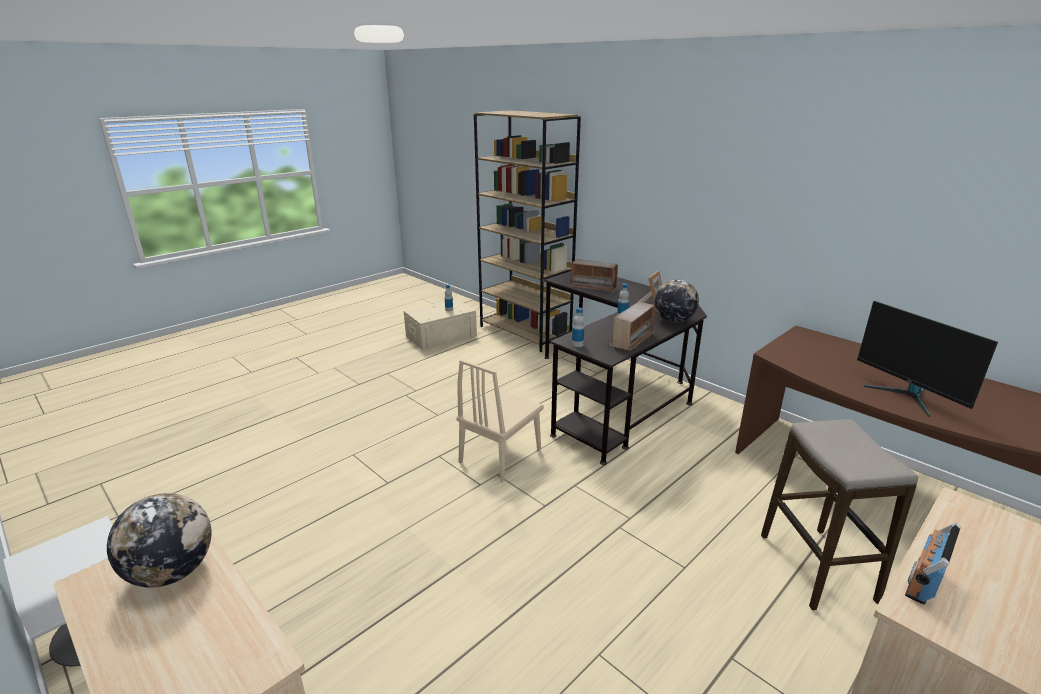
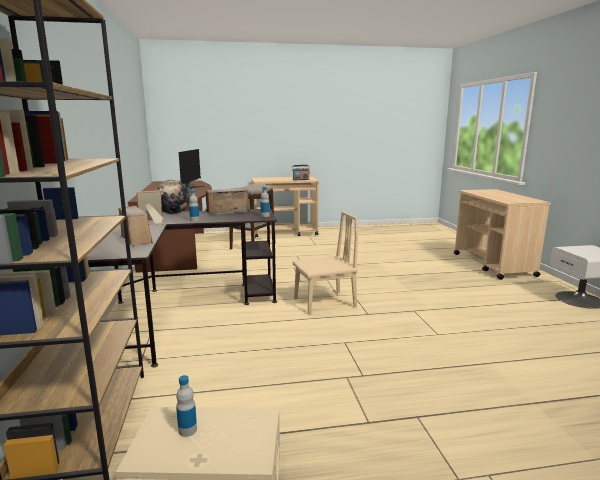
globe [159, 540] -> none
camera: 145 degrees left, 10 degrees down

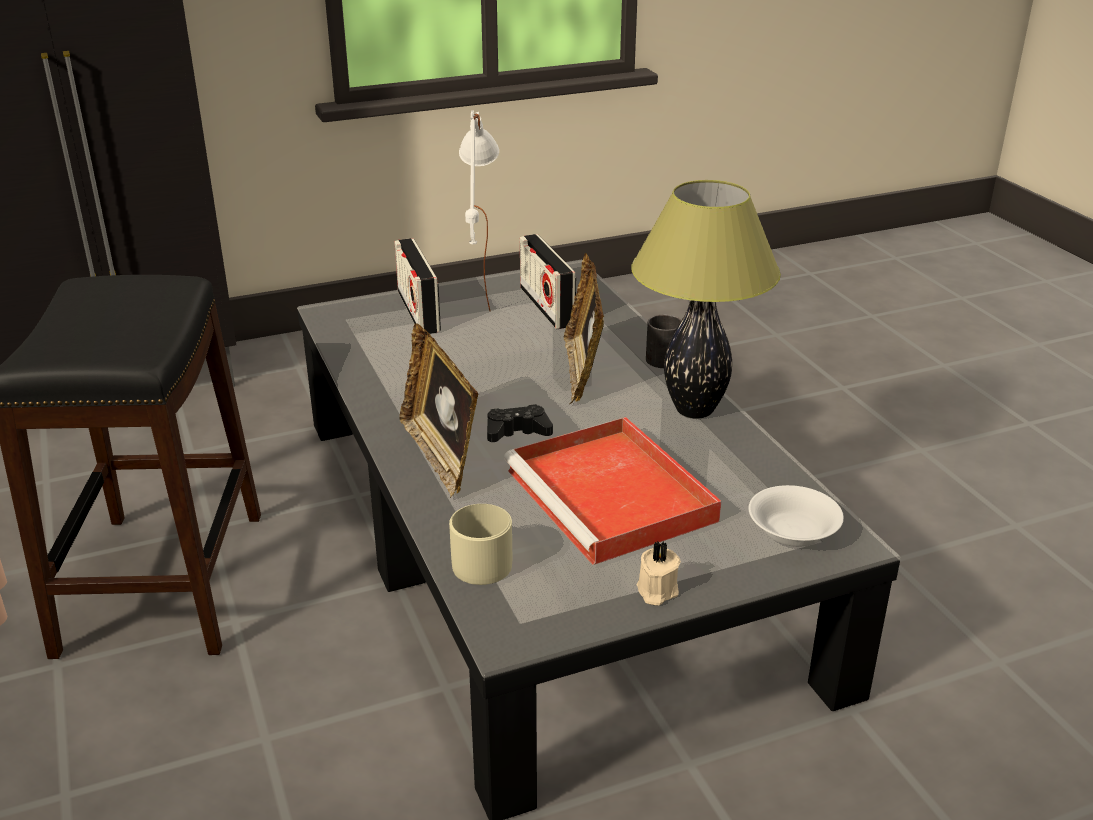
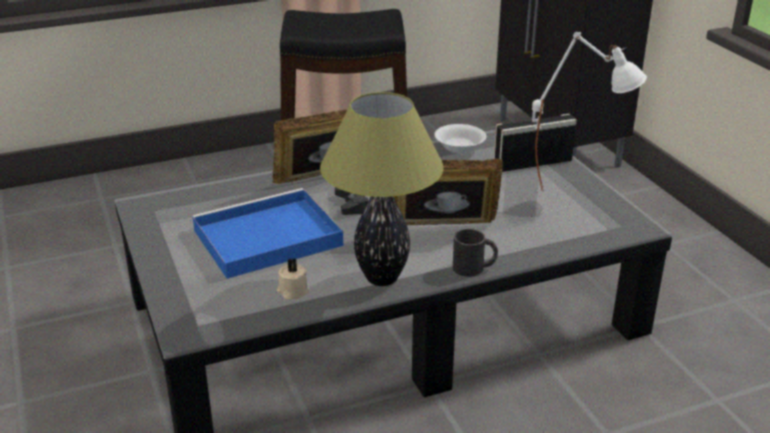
beige mug [480, 544] -> none
radio [548, 281] -> none
beige candle [659, 573] -> beige candle [293, 279], relocated
white bowl [796, 516] -> white bowl [460, 139], relocated
red tray [612, 491] -> blue tray [268, 233]
camera: 90 degrees right, 0 degrees up

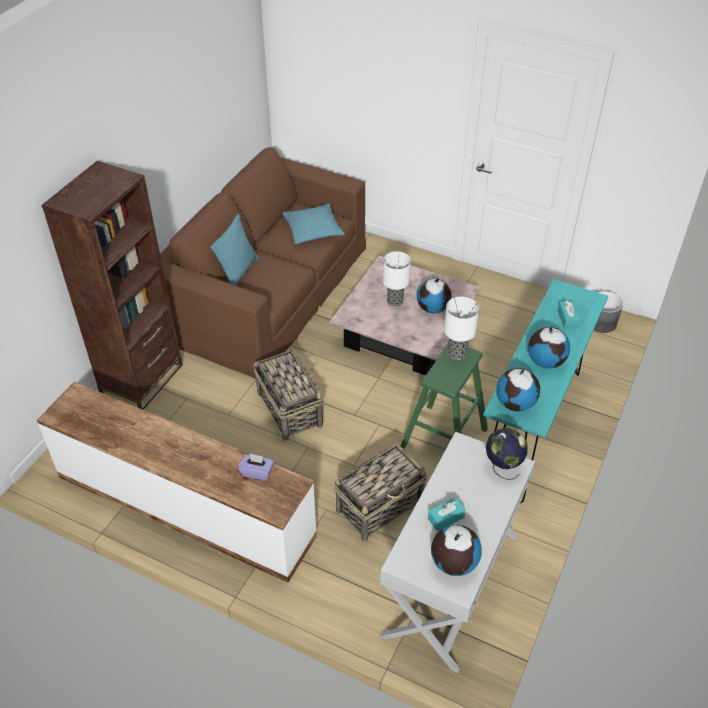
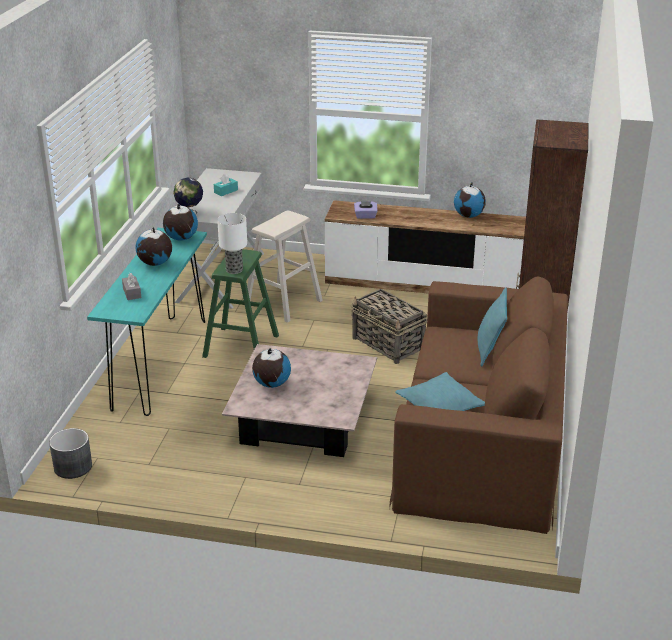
table lamp [397, 279] -> none
globe [456, 550] -> globe [470, 200], relocated
basket [380, 492] -> beige stool [285, 266]
turquoise tissue box [569, 315] -> grey tissue box [131, 286]
camera: 165 degrees right, 15 degrees down

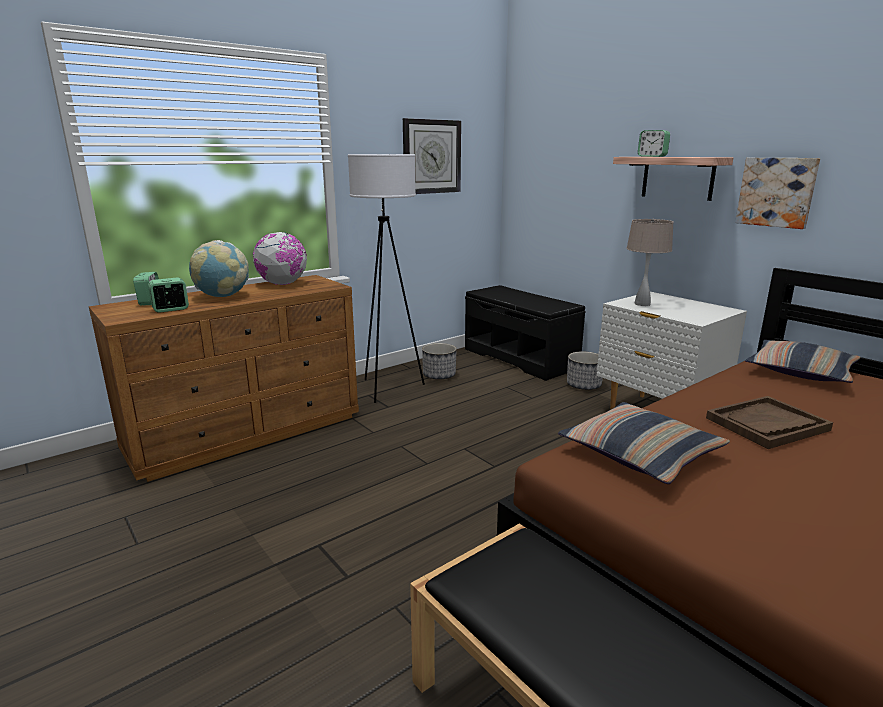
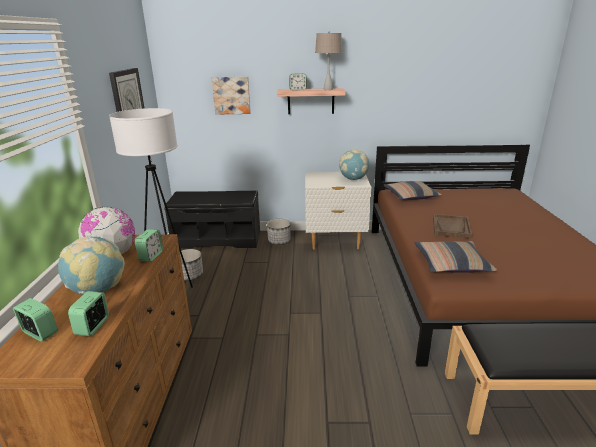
none -> alarm clock [149, 245]
none -> globe [354, 164]
beige table lamp [650, 262] -> beige table lamp [328, 61], relocated
picture [777, 193] -> picture [231, 95], relocated
camera: 50 degrees left, 5 degrees up

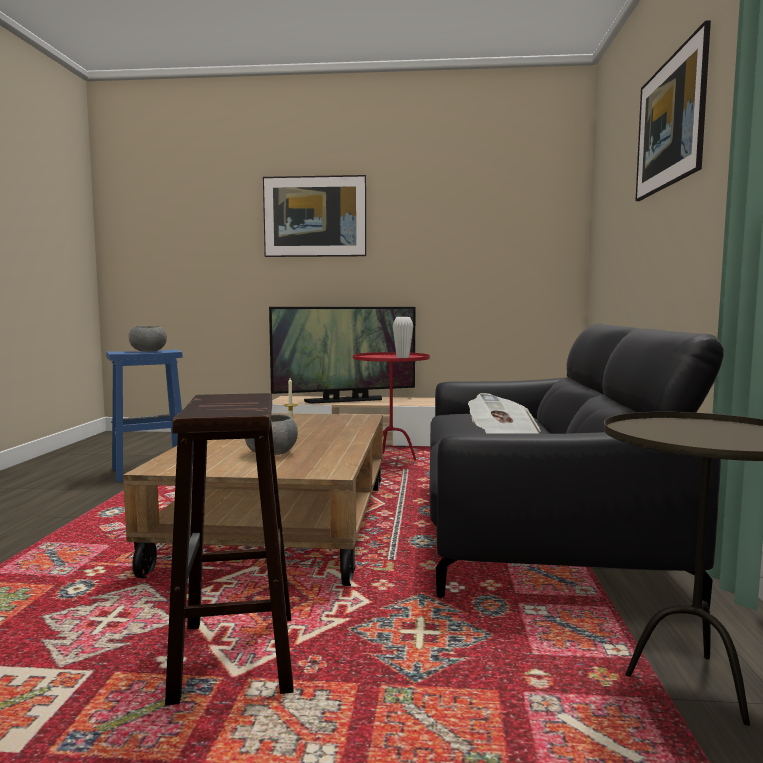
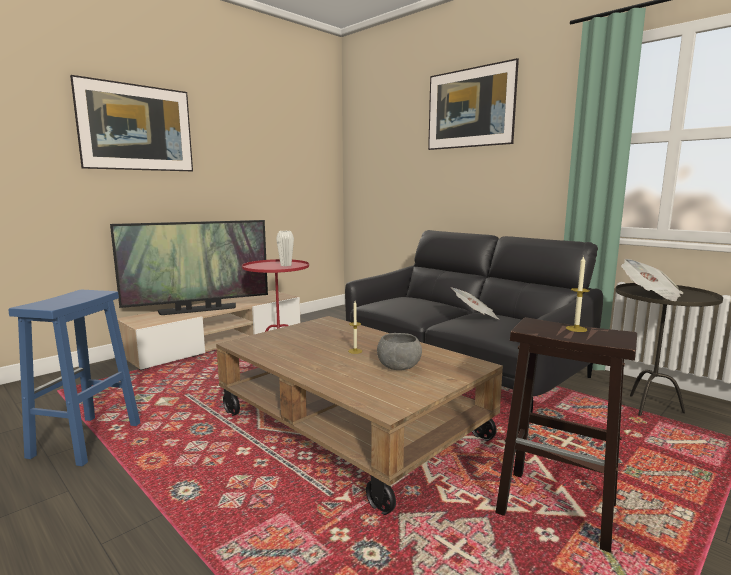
grey bowl [147, 339] -> none
none -> candle [578, 294]
none -> newspaper [652, 280]
television [342, 355] -> television [189, 267], 45 degrees clockwise
camera: 50 degrees left, 5 degrees up

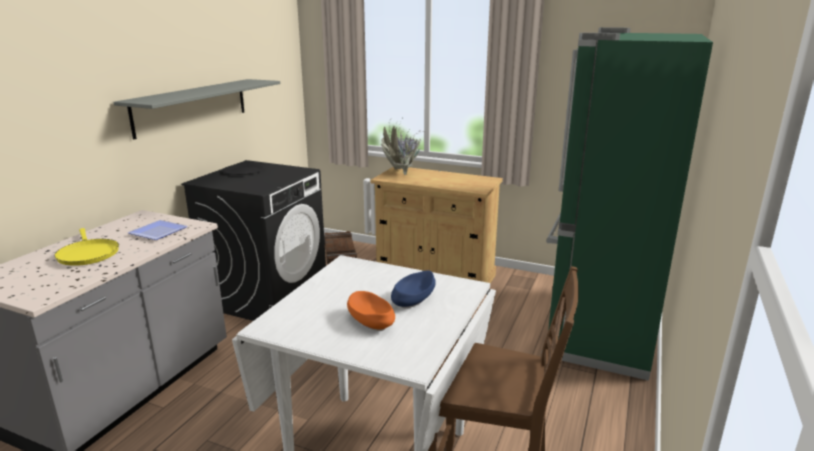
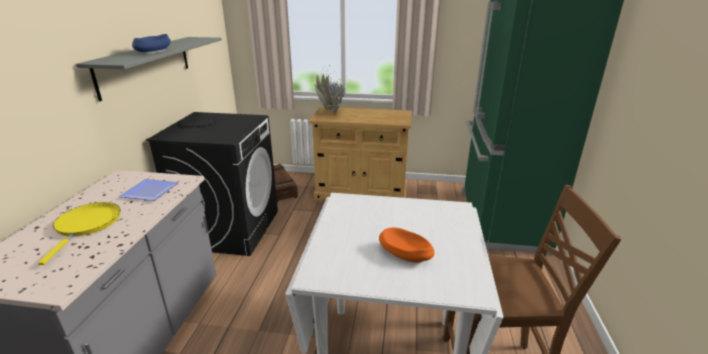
blue bowl [413, 289] -> blue bowl [151, 44], relocated
yellow frying pan [86, 247] -> yellow frying pan [79, 233], 135 degrees counterclockwise
camera: 15 degrees left, 5 degrees up

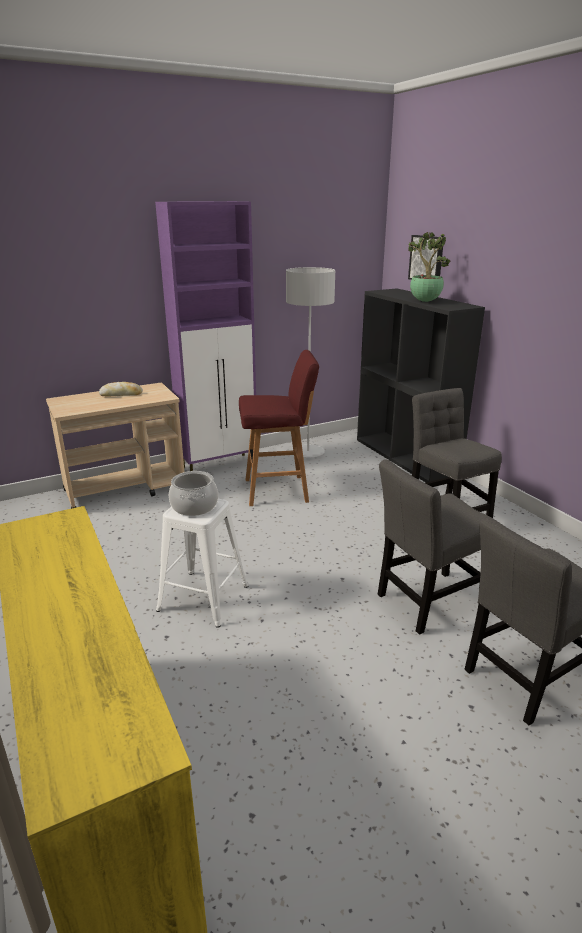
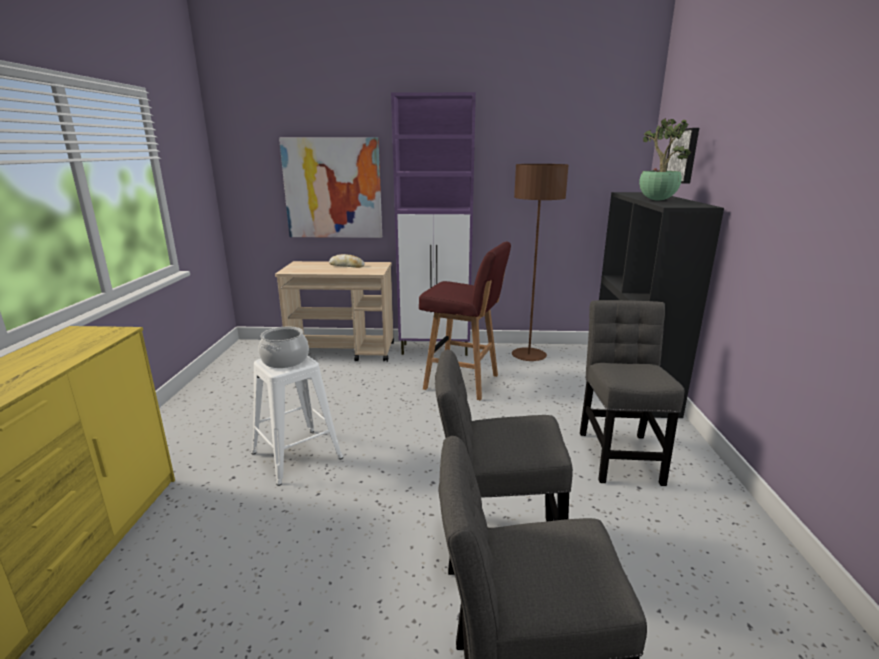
none -> picture [330, 188]
grey floor lamp [310, 362] -> brown floor lamp [540, 262]
camera: 30 degrees right, 5 degrees down

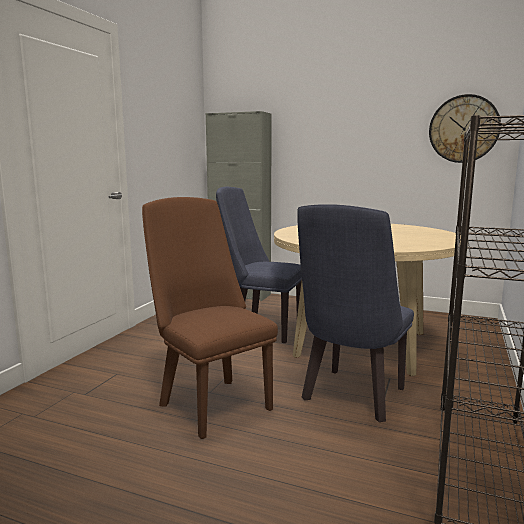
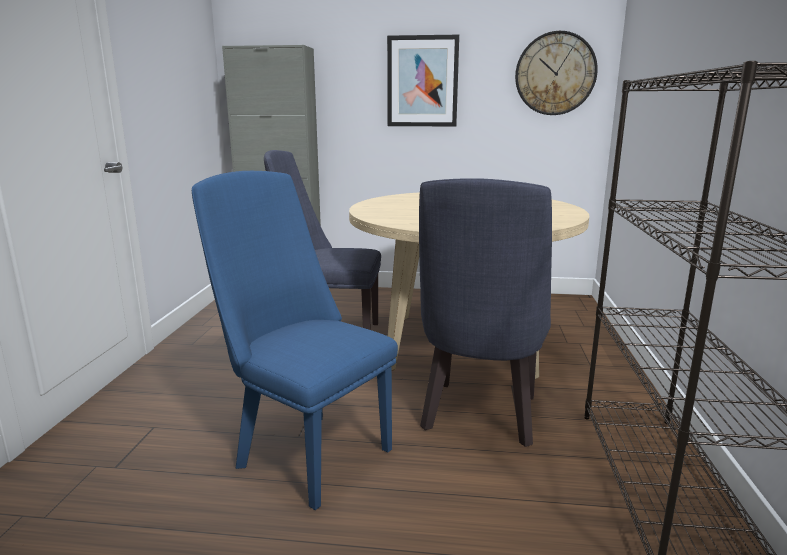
none -> picture [423, 80]
brown chair [210, 318] -> blue chair [295, 340]
camera: 15 degrees left, 5 degrees up

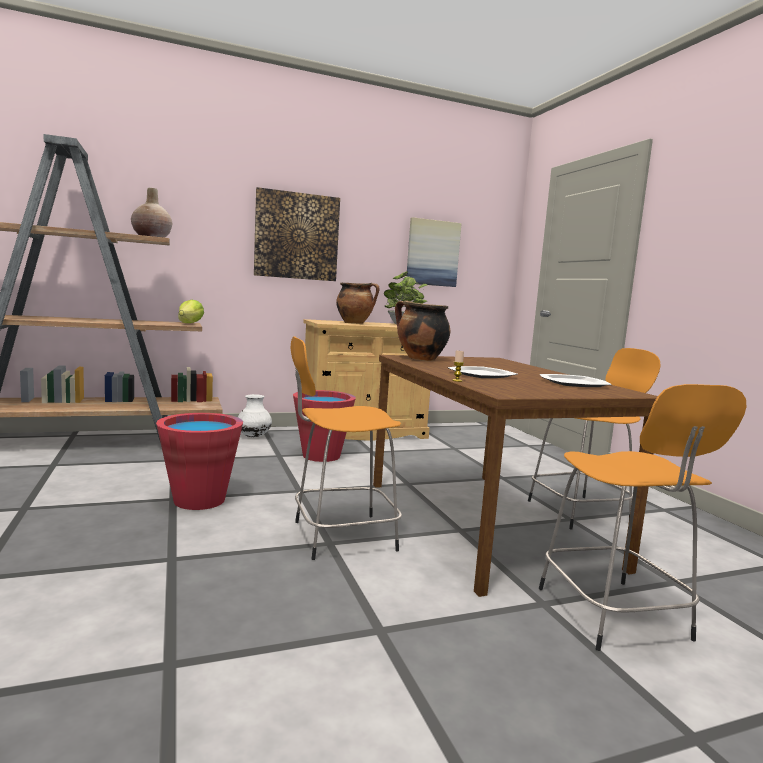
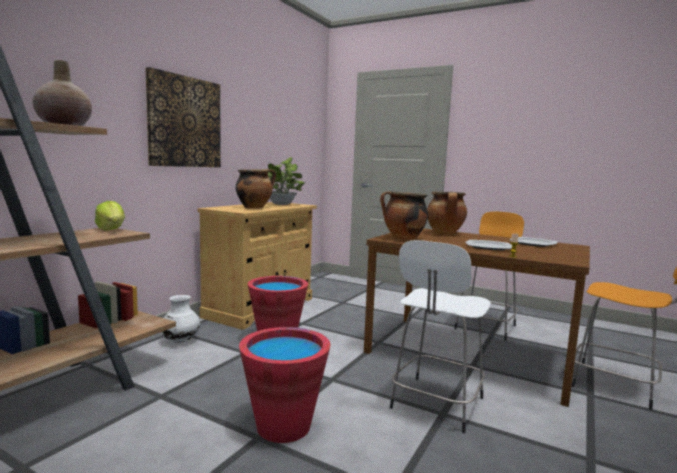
picture [434, 252] -> none
none -> cooking pot [447, 213]
orange stool [346, 448] -> white stool [440, 336]
camera: 40 degrees left, 0 degrees up

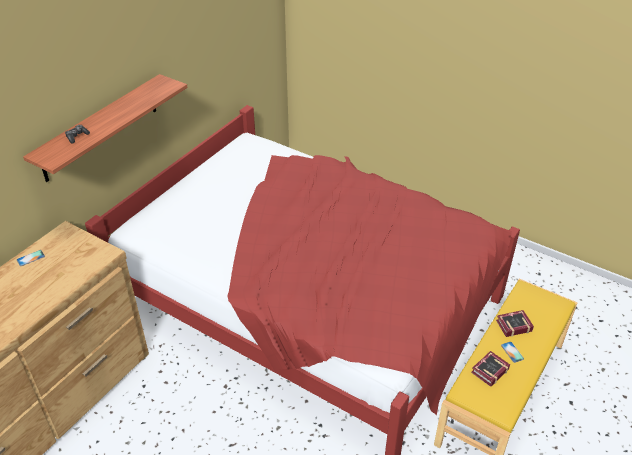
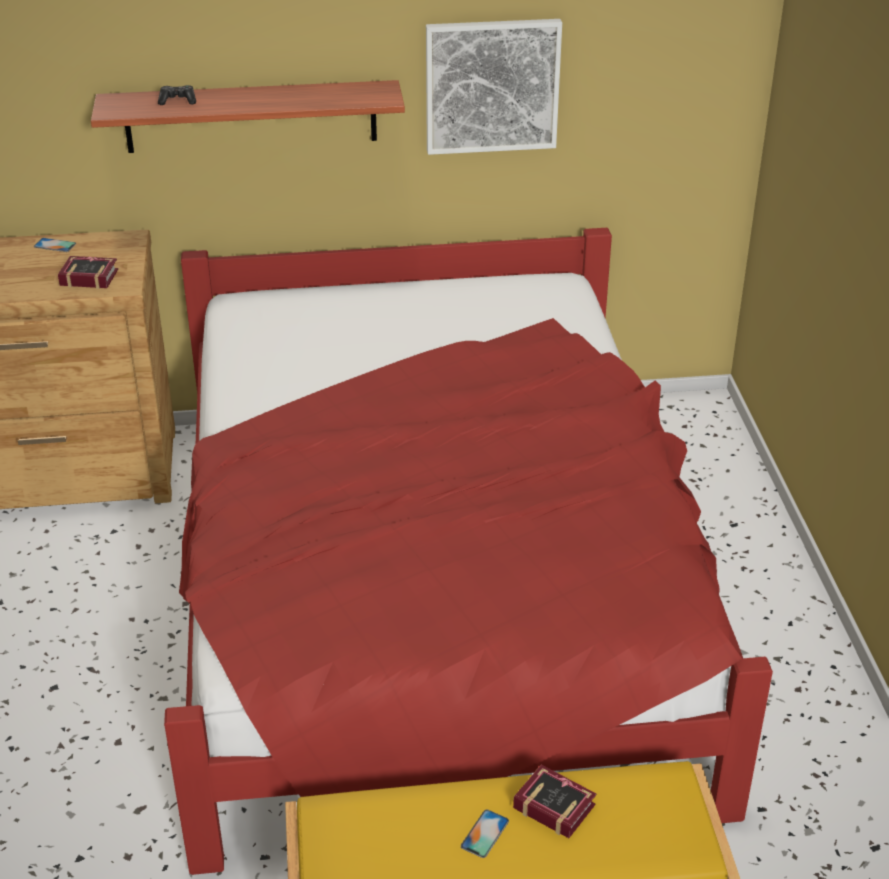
none -> picture [494, 87]
book [490, 369] -> book [88, 272], relocated
camera: 50 degrees right, 5 degrees down

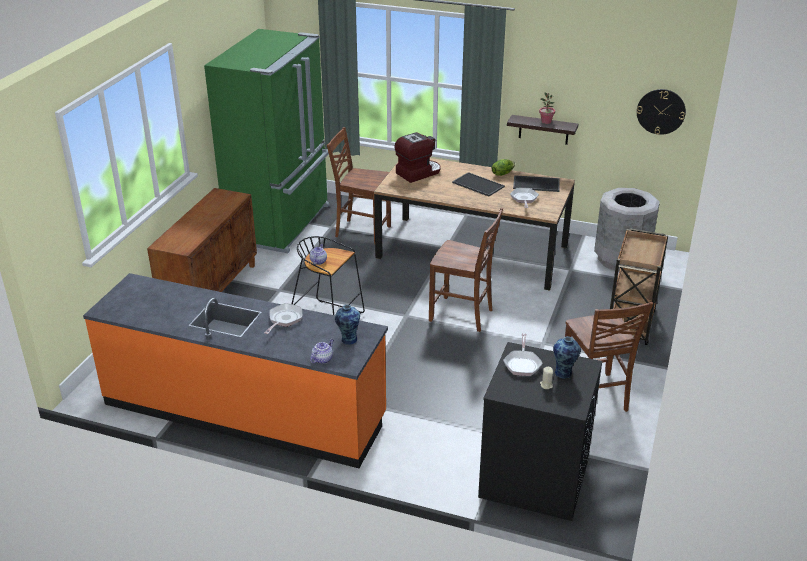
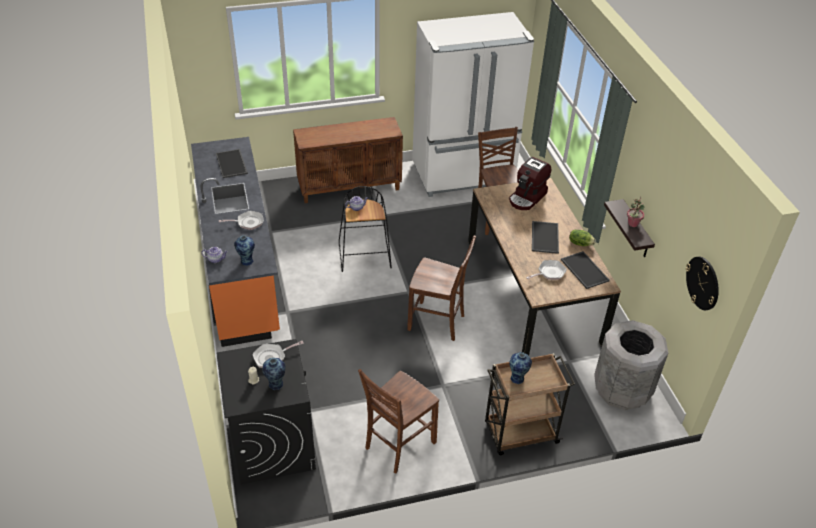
none -> tray [232, 163]
none -> vase [520, 368]
green fridge [266, 141] -> white fridge [473, 104]
coffee machine [417, 157] -> coffee machine [530, 183], 105 degrees clockwise
brown chair [466, 270] -> brown chair [441, 288], 60 degrees counterclockwise
camera: 55 degrees right, 10 degrees up

